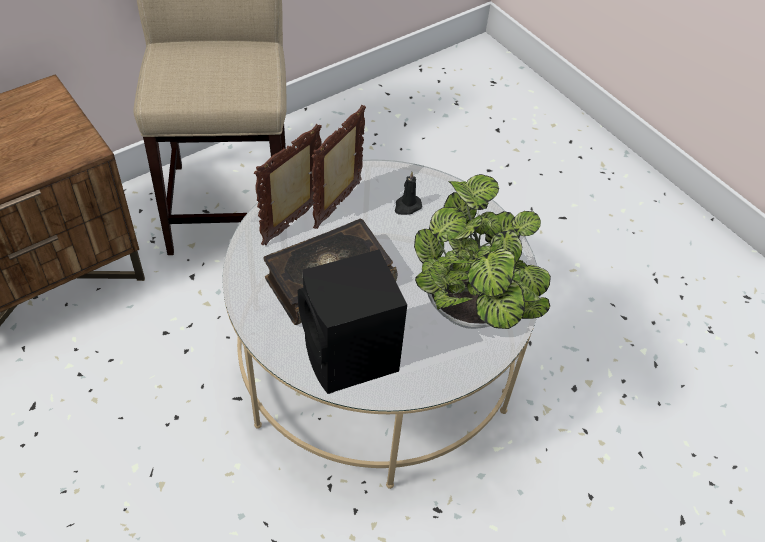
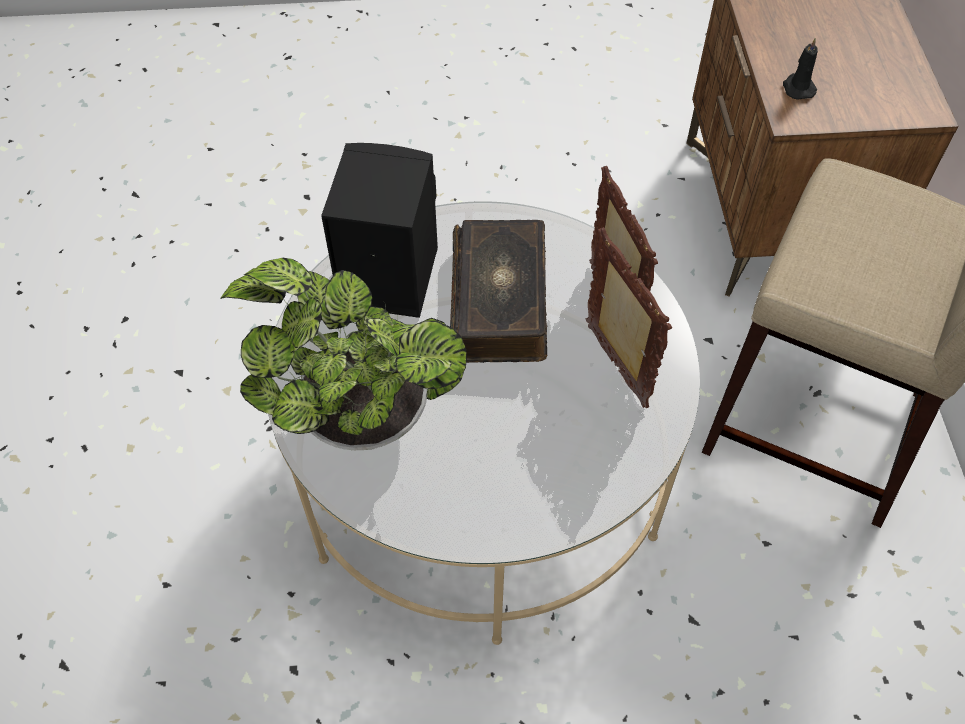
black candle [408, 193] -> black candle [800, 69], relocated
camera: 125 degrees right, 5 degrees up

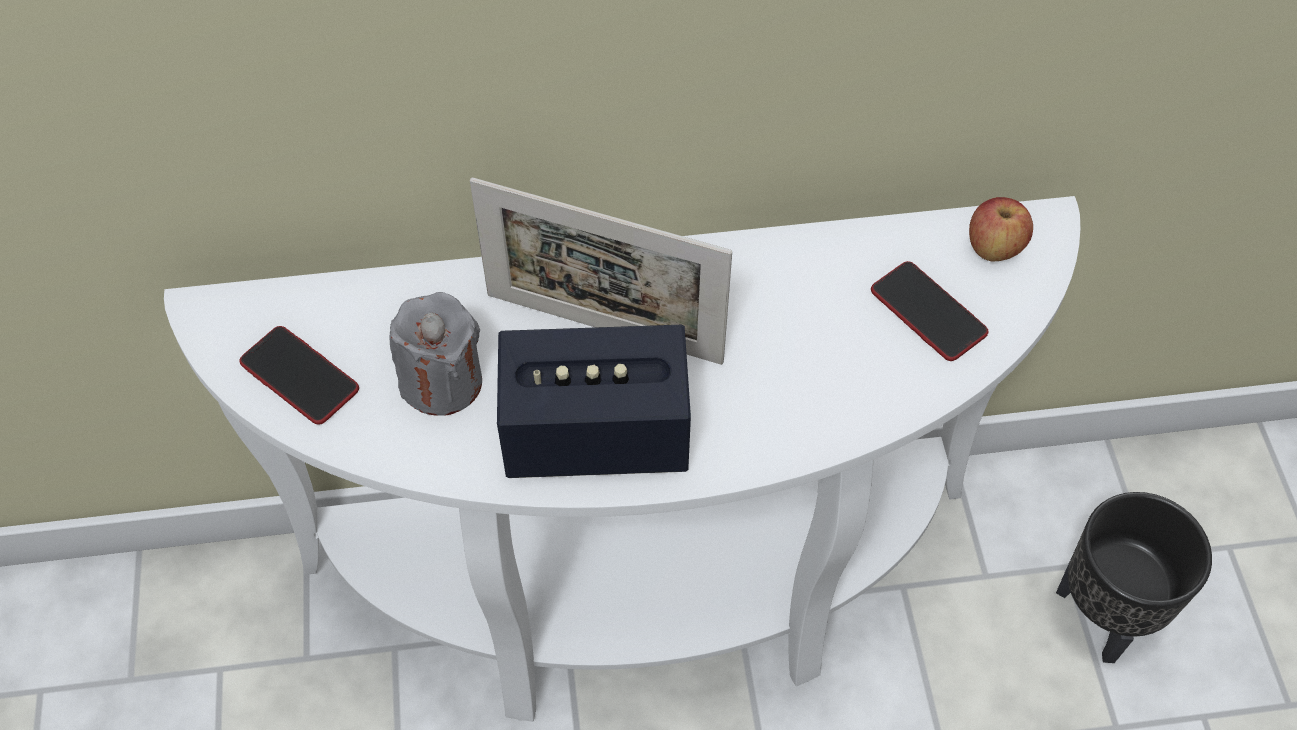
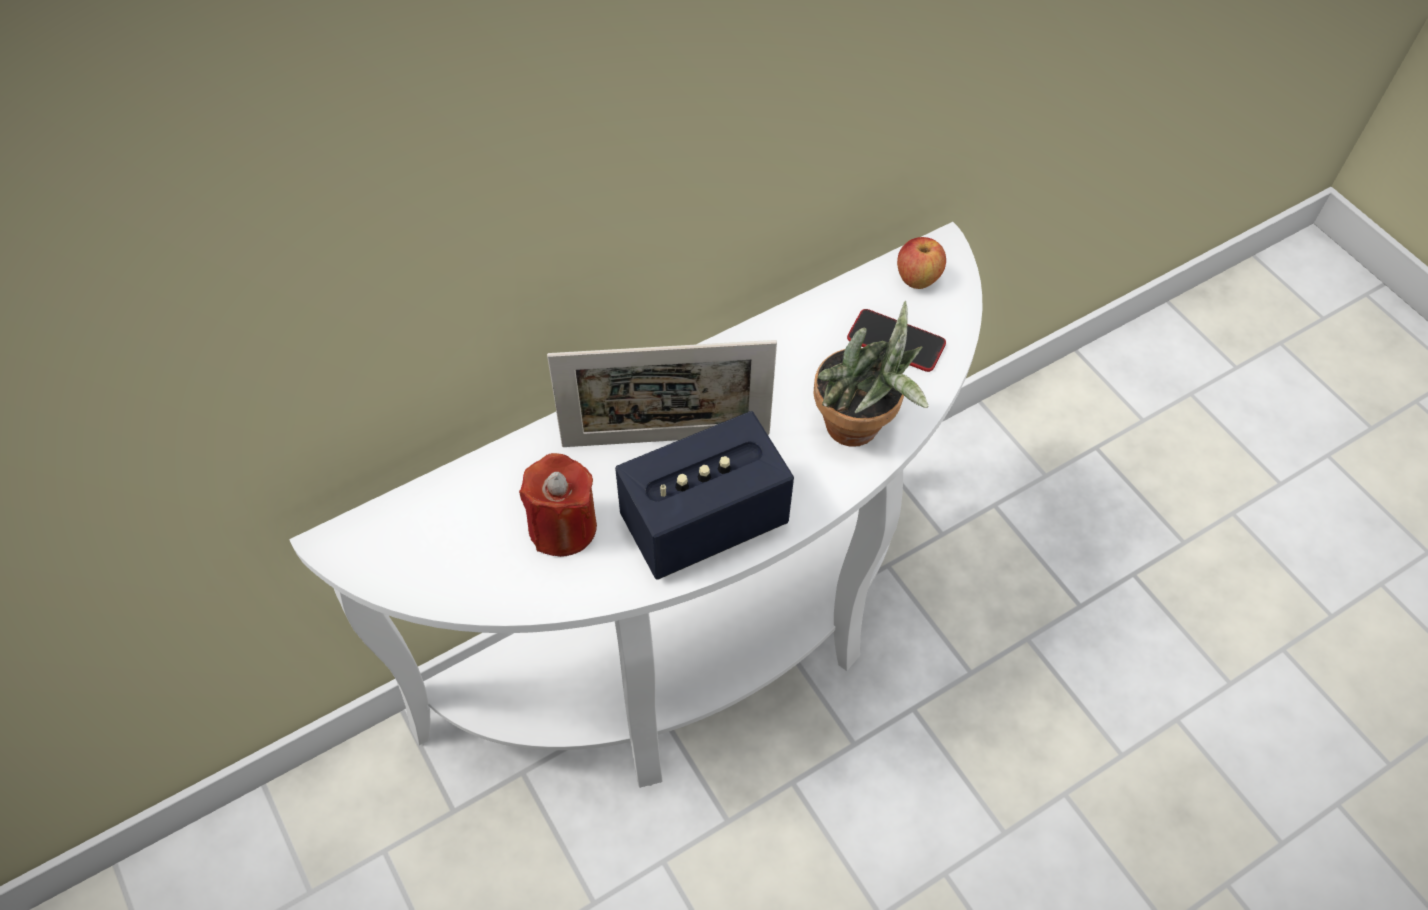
phone [299, 375] -> none
black planter [1134, 577] -> none
none -> potted plant [871, 374]
grey candle [436, 354] -> red candle [558, 505]
camera: 25 degrees left, 0 degrees up

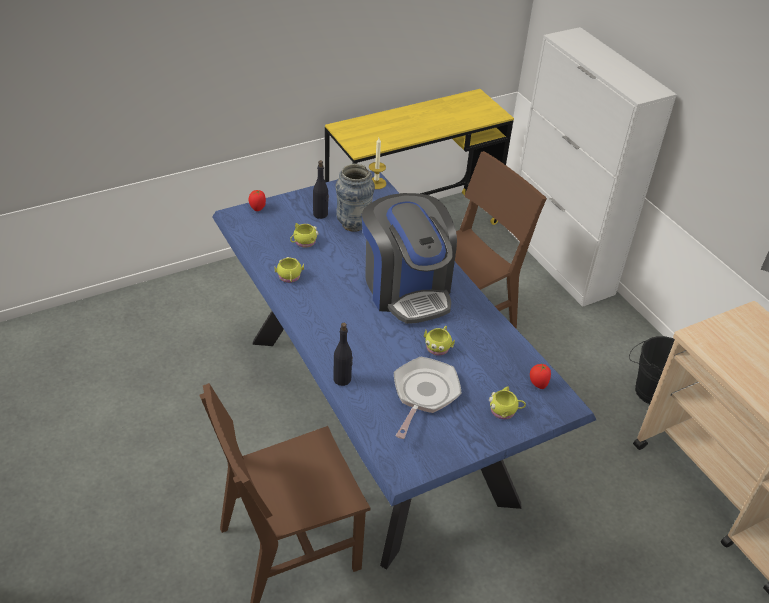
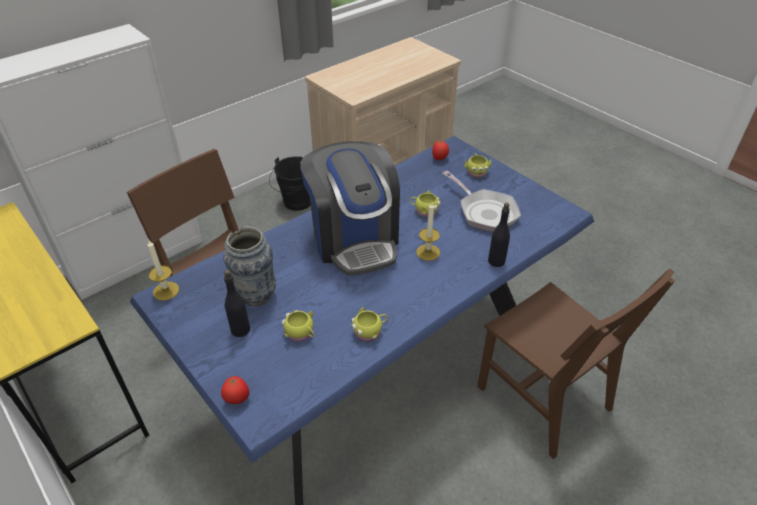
none -> candle [428, 231]
coffee machine [409, 258] -> coffee machine [350, 208], 105 degrees clockwise
frying pan [427, 397] -> frying pan [481, 201], 135 degrees counterclockwise
camera: 100 degrees left, 0 degrees up

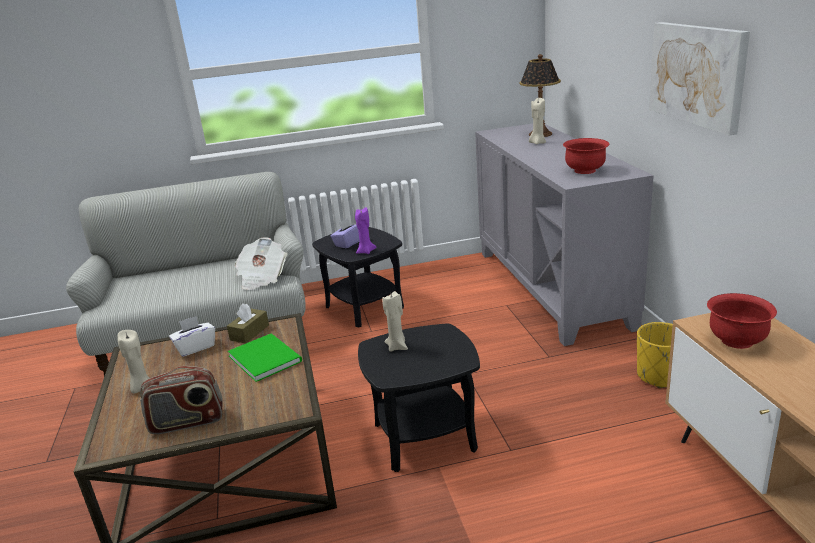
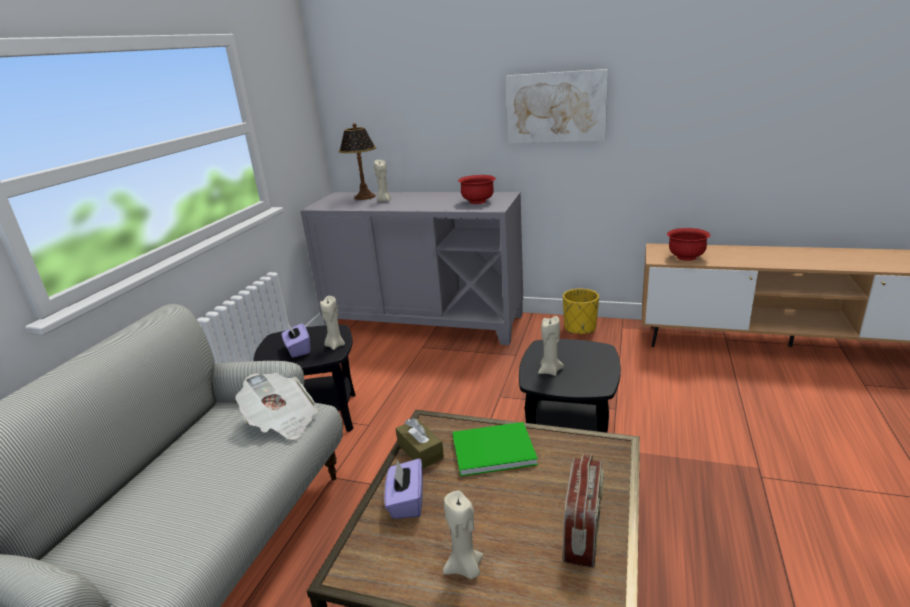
white tissue box [192, 336] -> purple tissue box [403, 488]
purple candle [365, 230] -> beige candle [332, 323]
camera: 60 degrees left, 0 degrees up

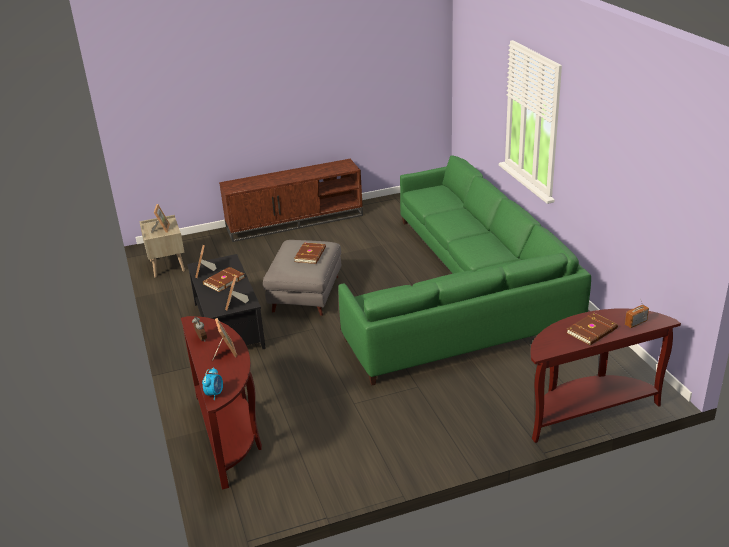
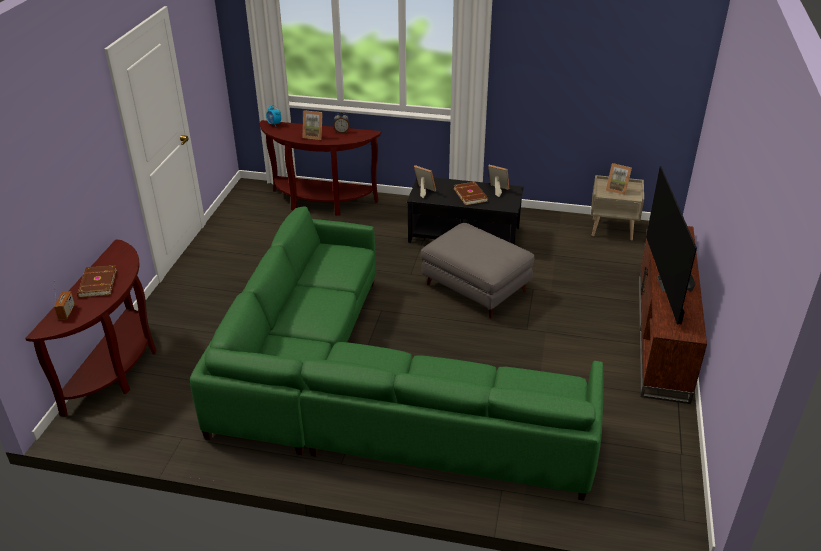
brown book [310, 253] -> none
none -> television [671, 245]
camera: 120 degrees right, 5 degrees up

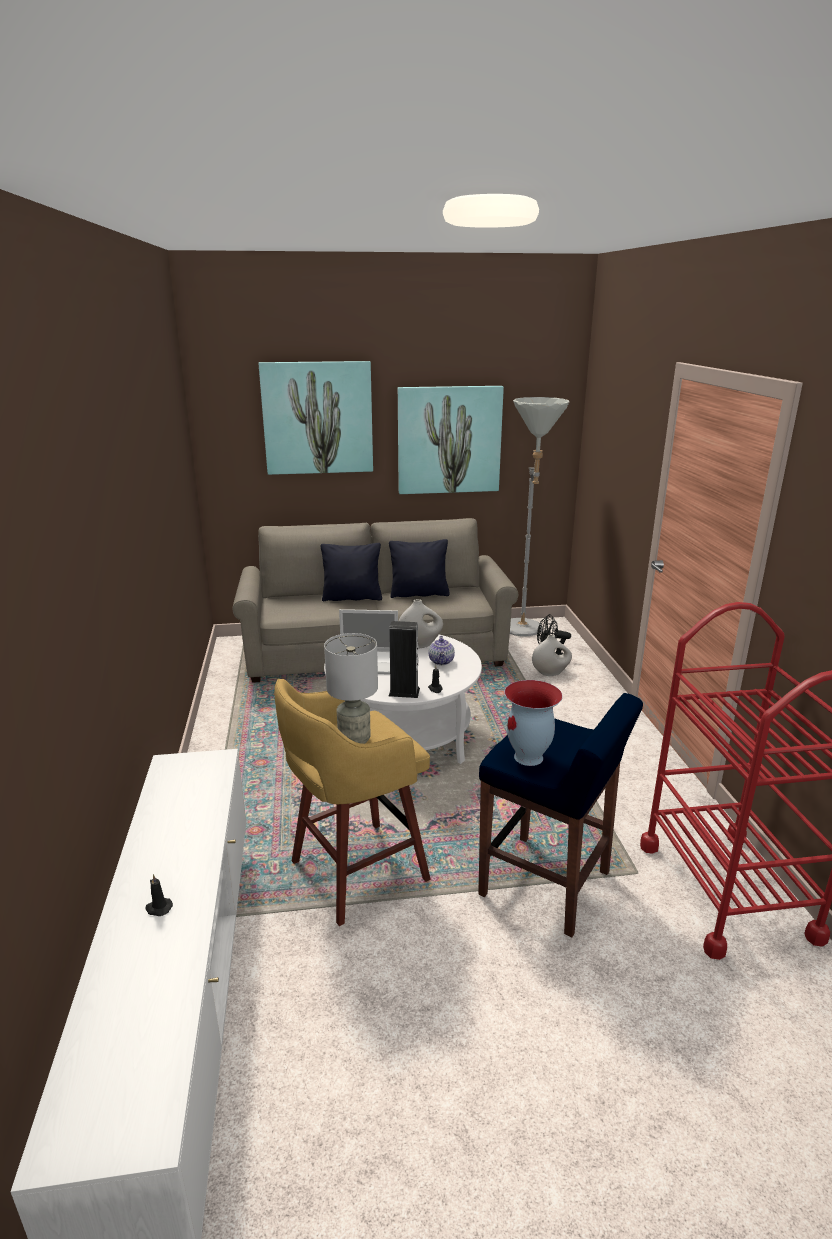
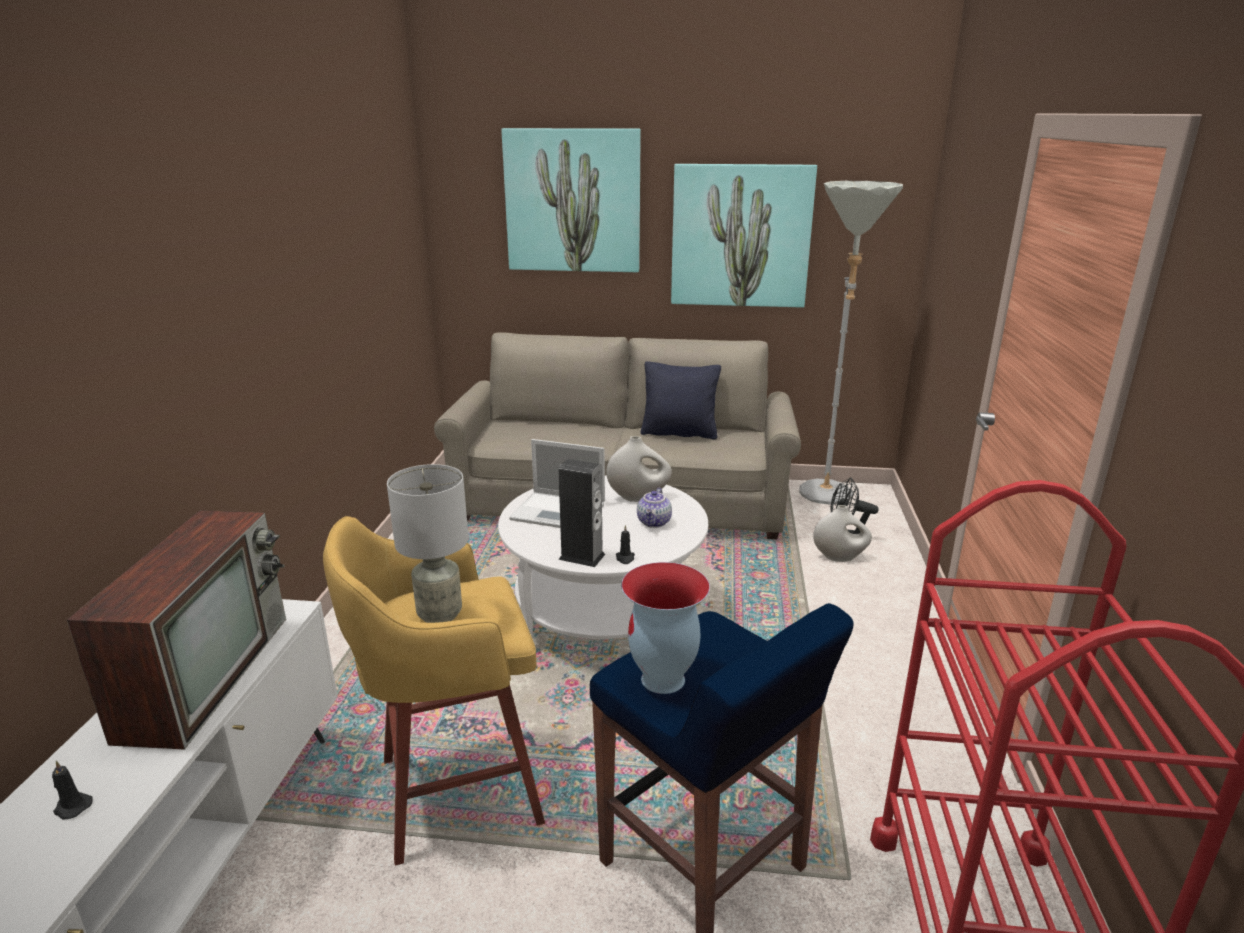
black pillow [351, 572] -> none
none -> television [176, 630]
camera: 15 degrees right, 0 degrees up

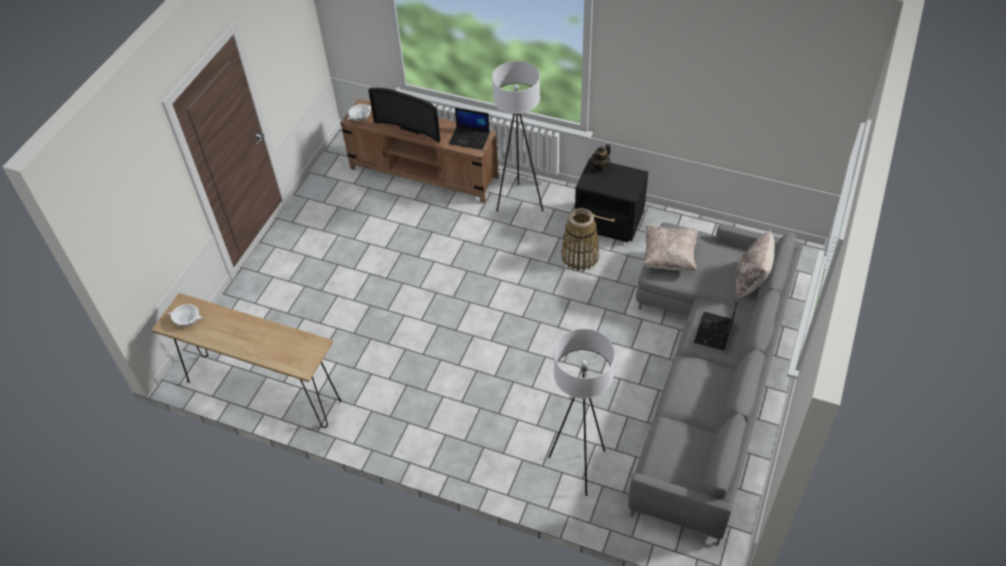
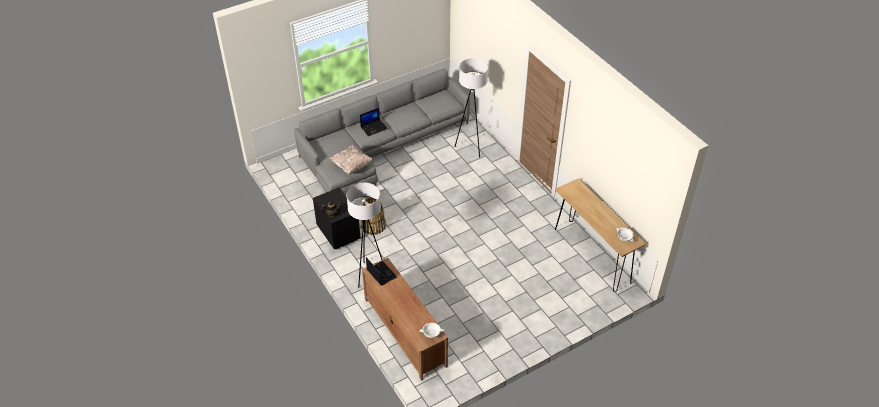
television [404, 115] -> none
beige pillow [755, 265] -> none
camera: 145 degrees left, 5 degrees down

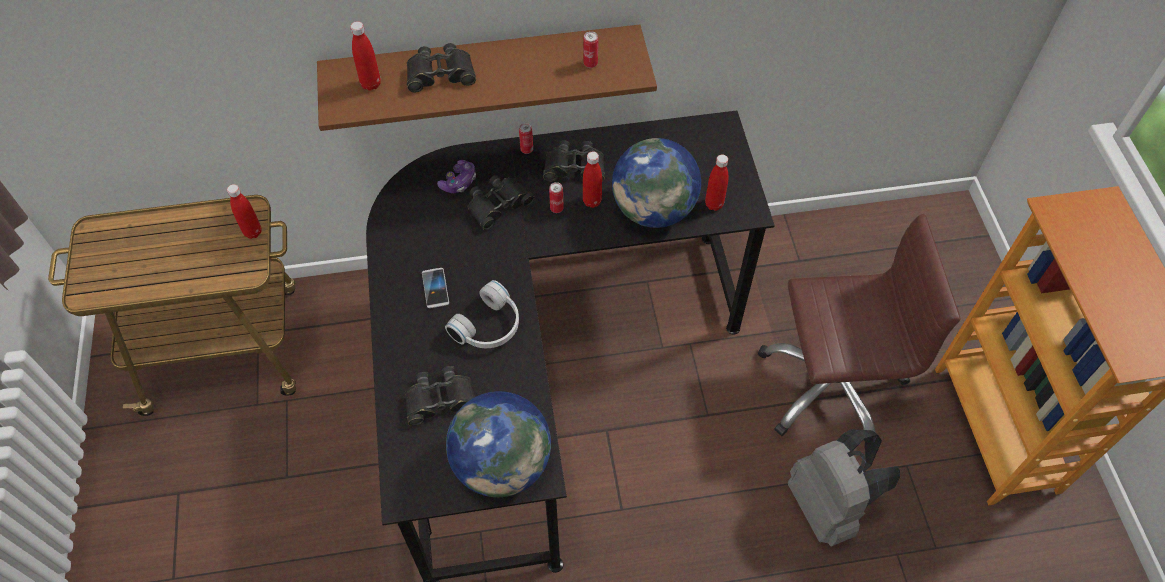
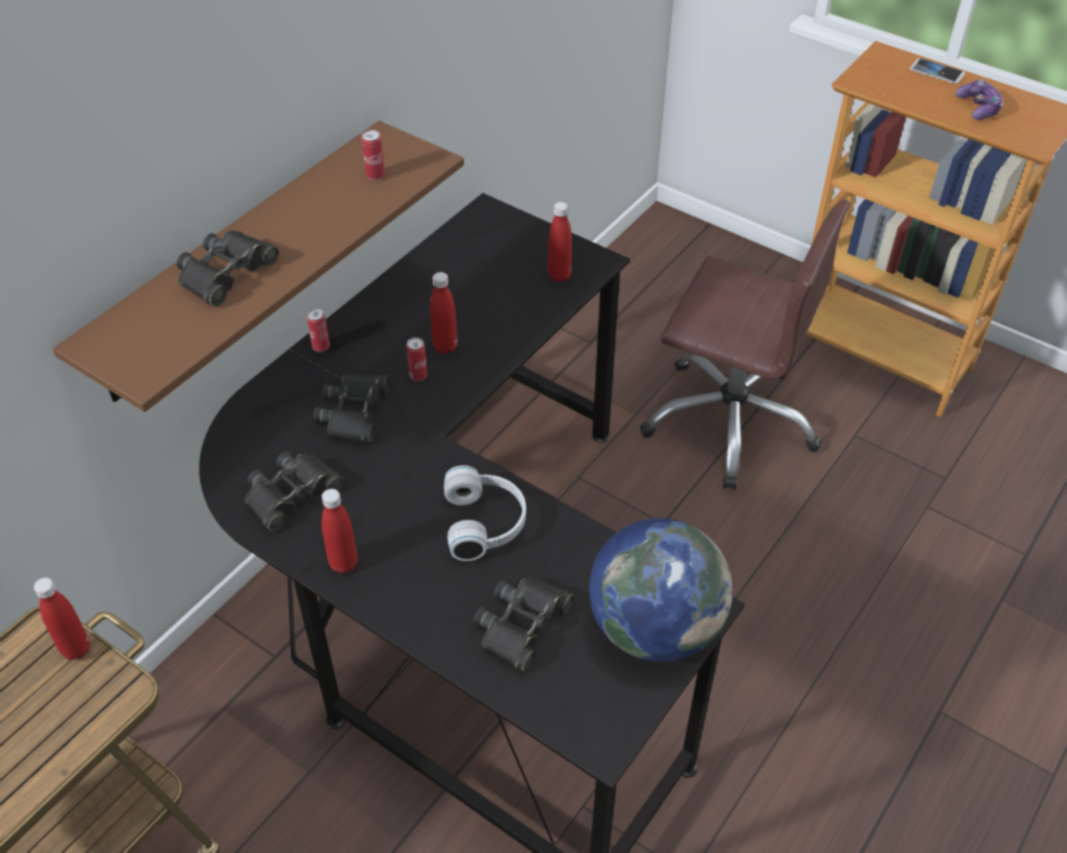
globe [656, 183] -> none
grey backpack [844, 487] -> none
red bottle [365, 56] -> red bottle [340, 531], relocated
phone [435, 288] -> phone [937, 71], relocated
game controller [456, 176] -> game controller [979, 99], relocated
black binoculars [574, 161] -> black binoculars [294, 492], relocated
brown office chair [859, 331] -> brown office chair [745, 345], 75 degrees clockwise
camera: 45 degrees left, 10 degrees down

